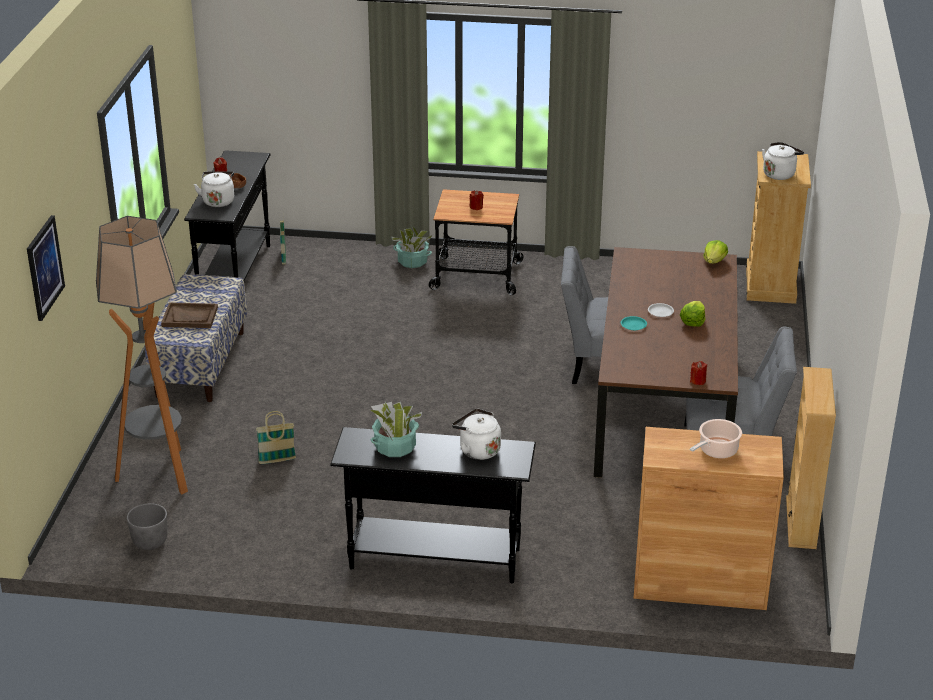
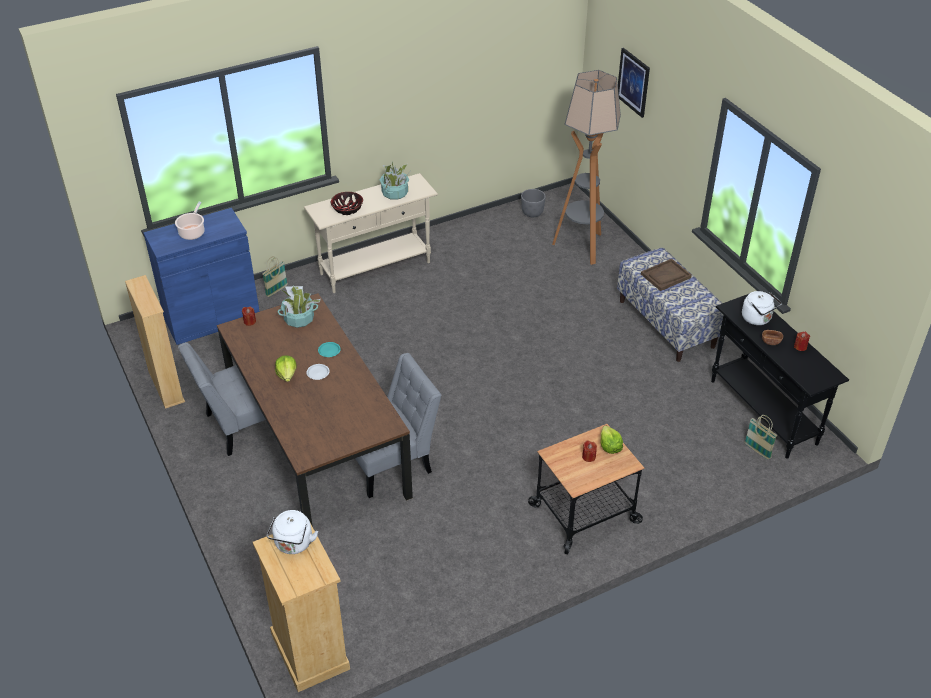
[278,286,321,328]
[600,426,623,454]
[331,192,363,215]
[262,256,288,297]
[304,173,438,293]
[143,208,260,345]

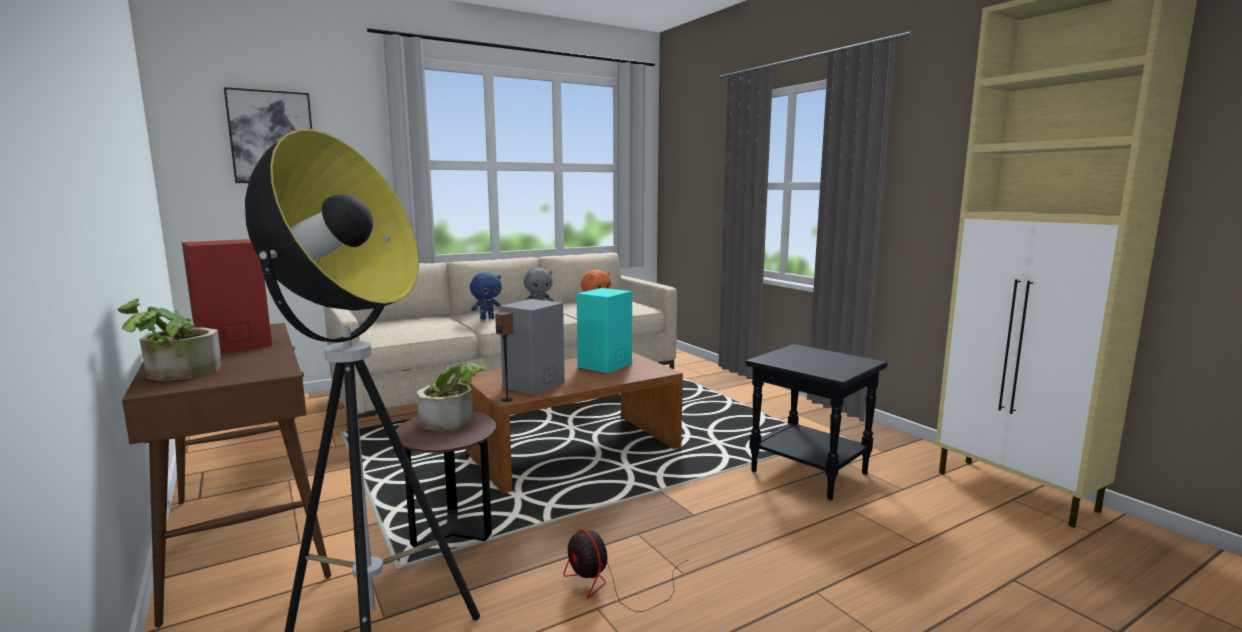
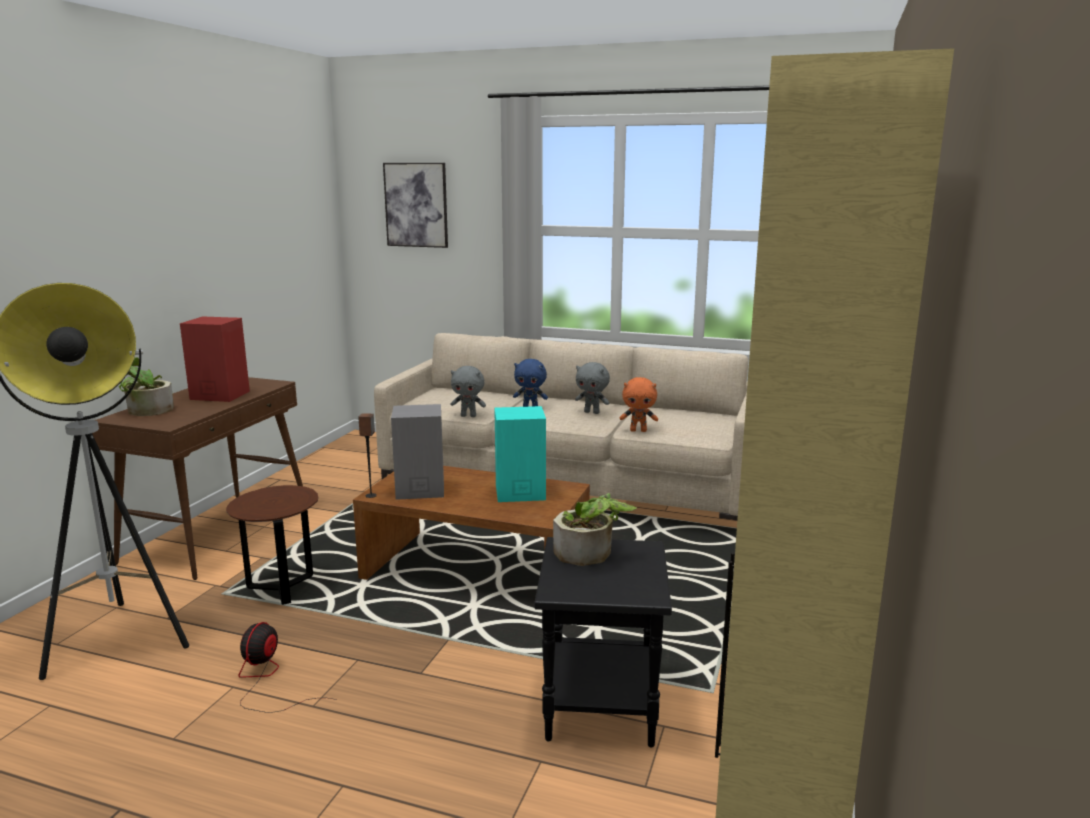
[553,493,637,566]
[451,366,486,417]

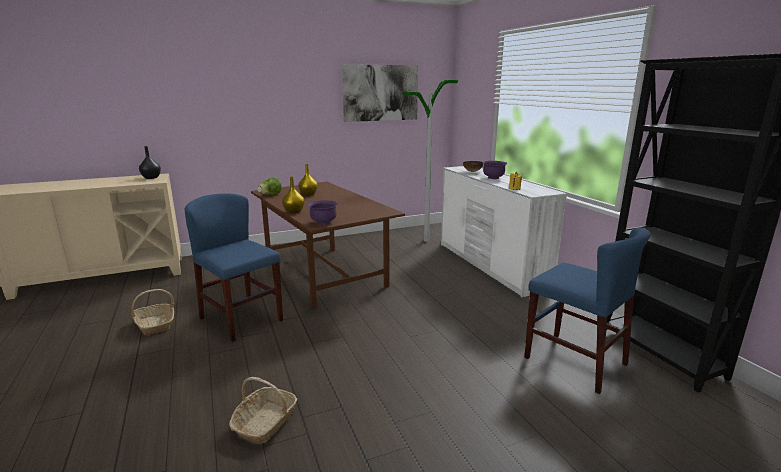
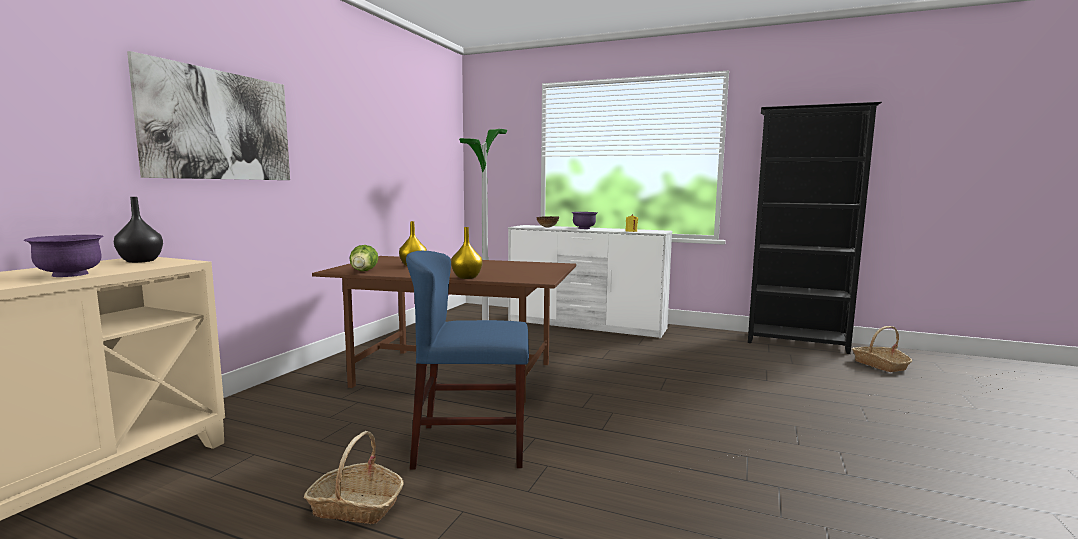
[127,51,290,180]
[24,235,104,277]
[524,228,651,394] (first image)
[852,326,912,372]

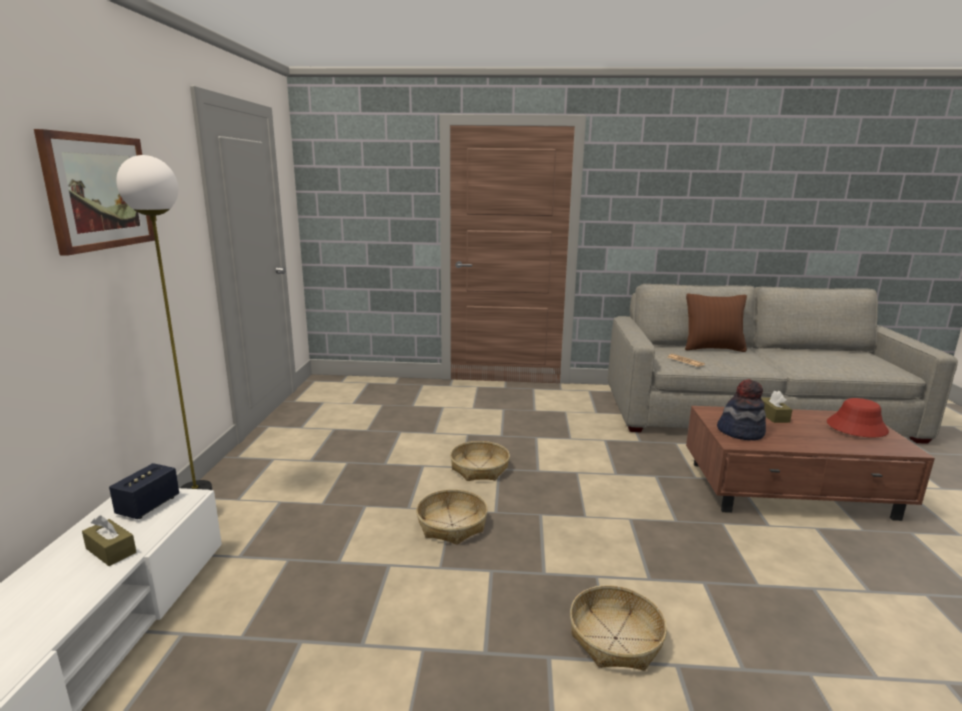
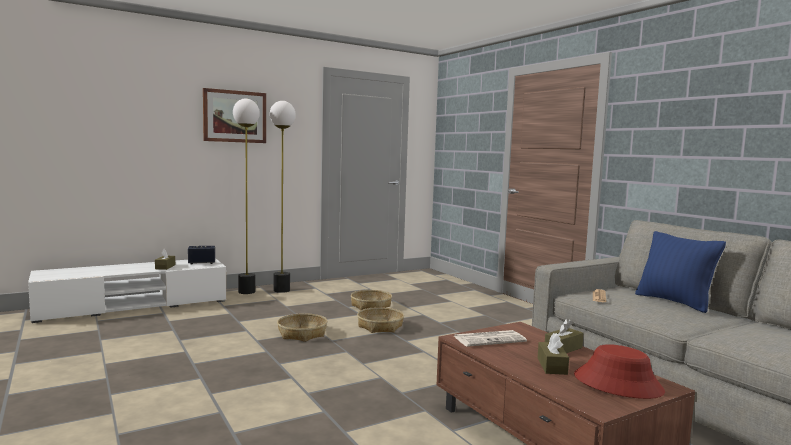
[635,231,726,313]
[454,330,527,347]
[351,290,392,310]
[270,101,296,293]
[538,333,569,375]

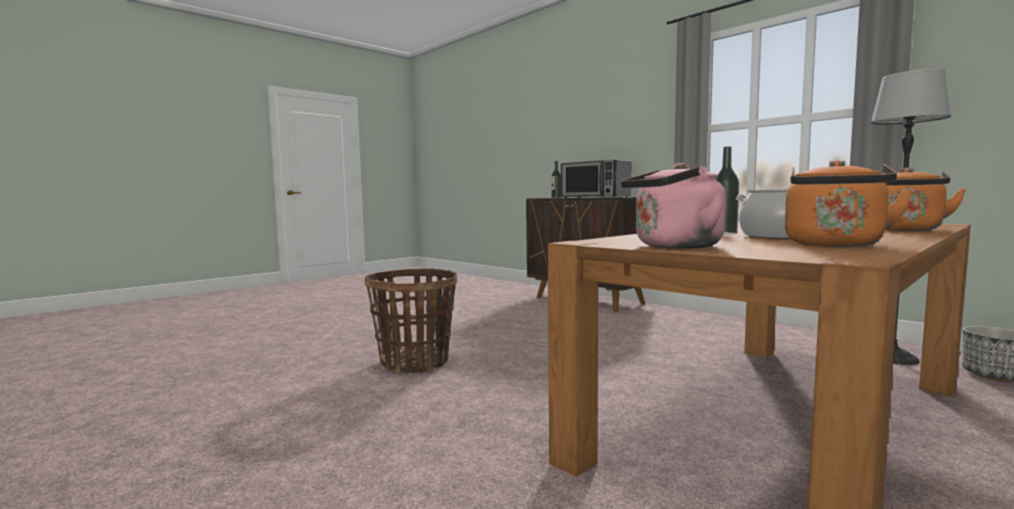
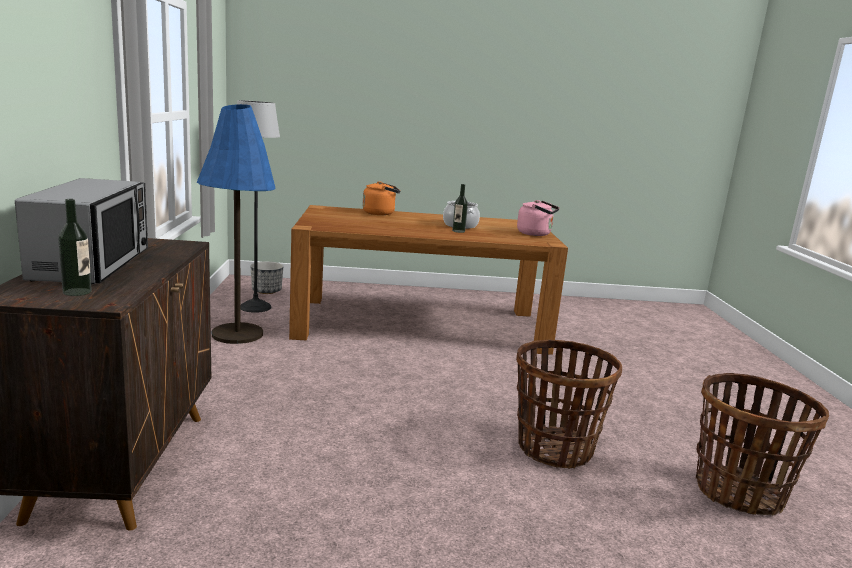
[785,160,914,247] (first image)
[197,104,276,344]
[696,373,829,516]

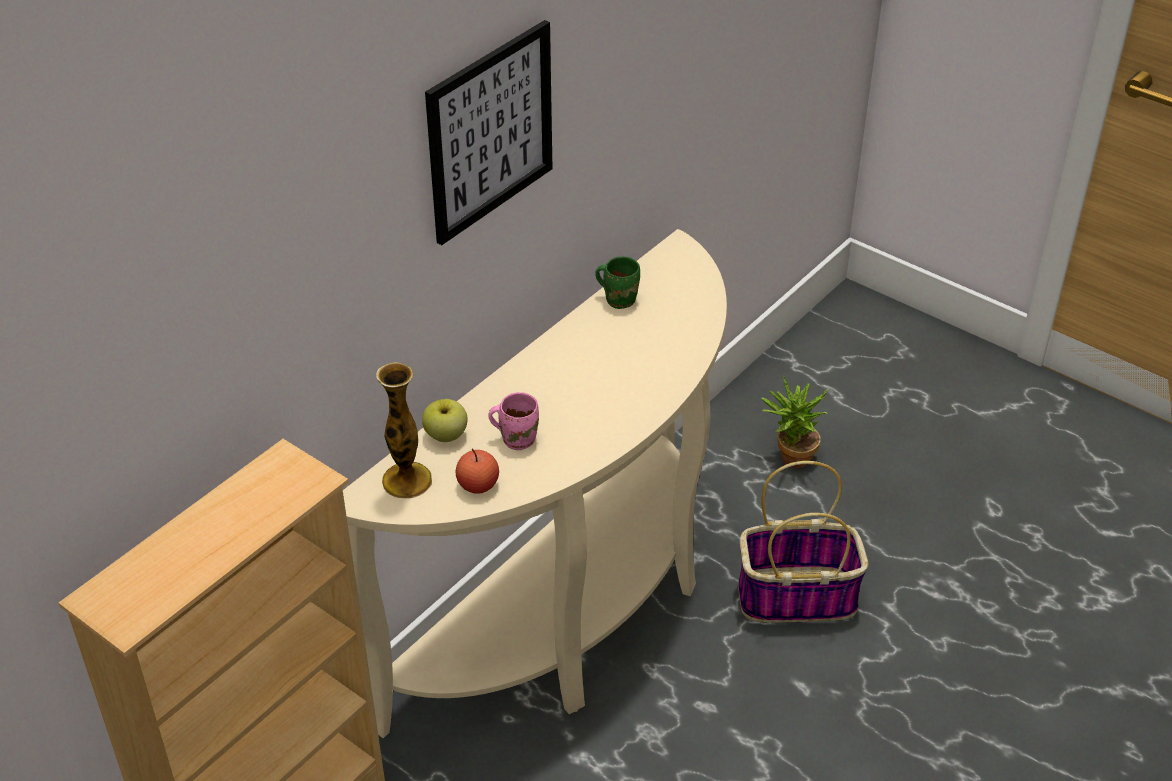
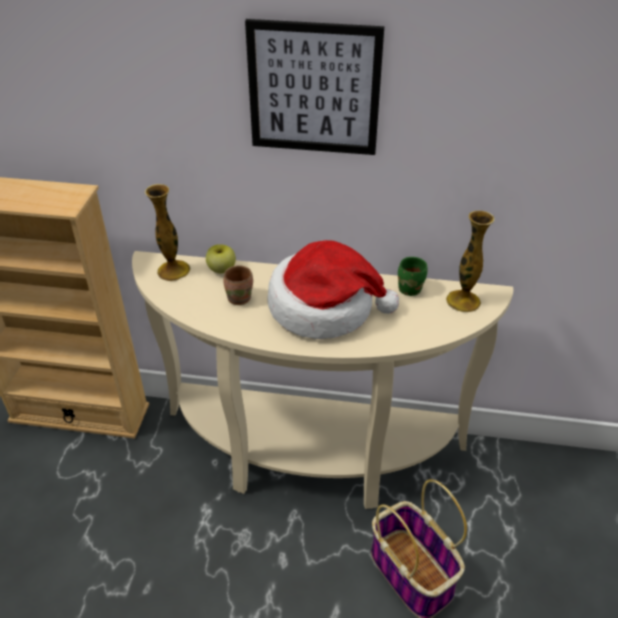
[761,376,829,468] (first image)
[224,265,253,305]
[456,448,499,494] (first image)
[446,211,495,312]
[267,240,399,339]

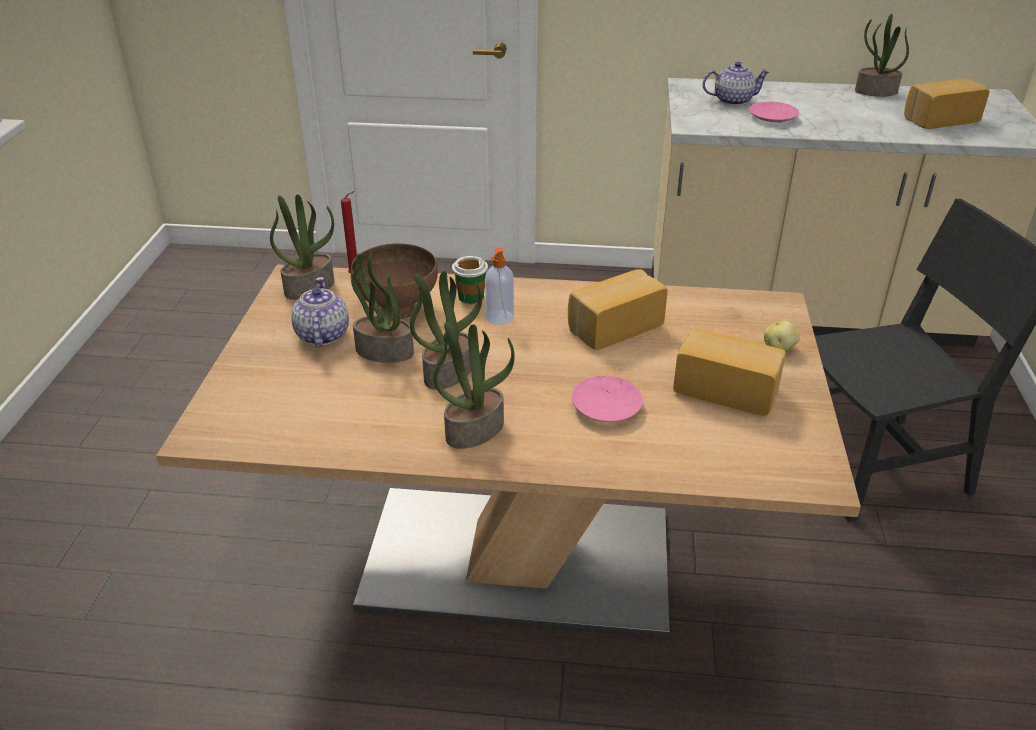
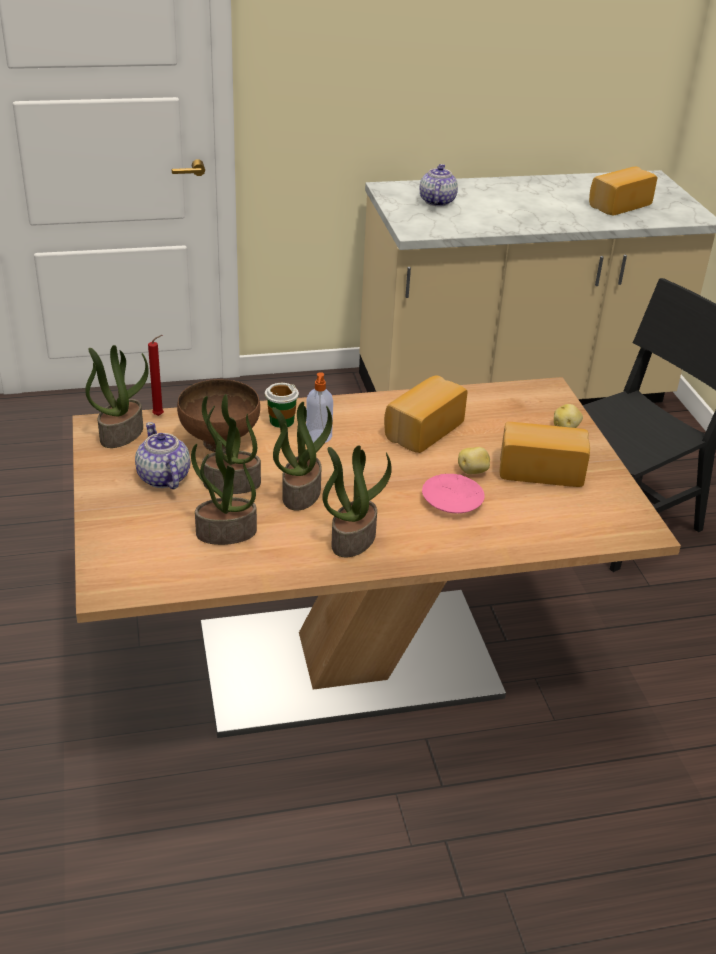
[191,441,257,545]
[420,164,458,207]
[749,102,799,123] (first image)
[458,447,490,474]

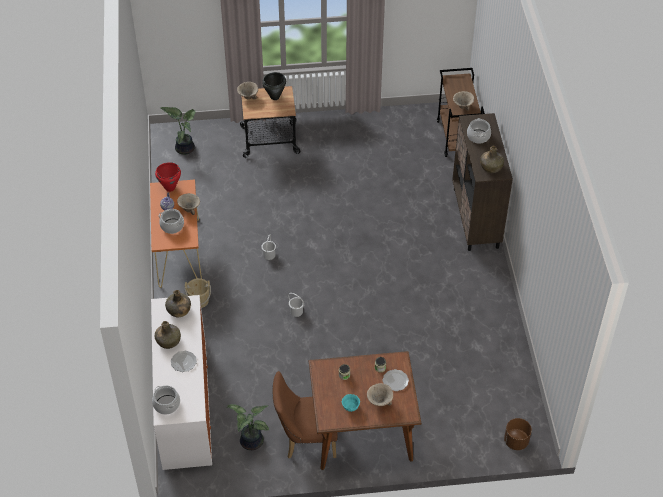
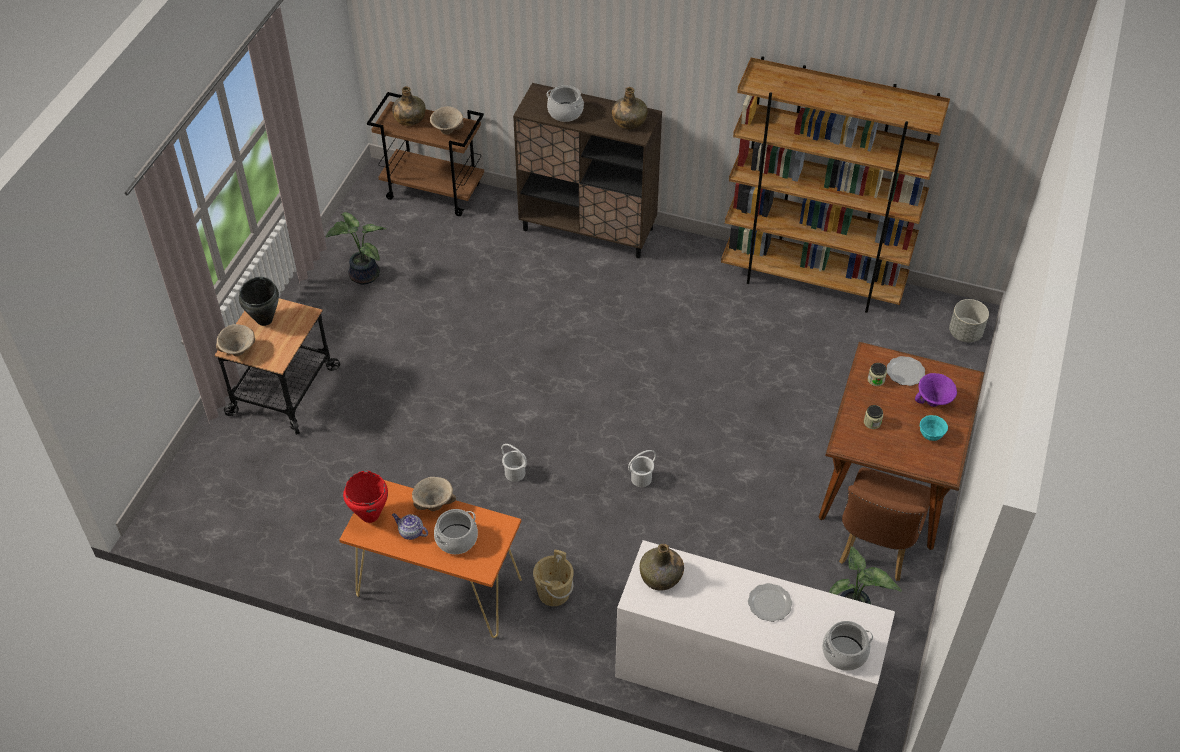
[326,212,387,285]
[392,86,425,126]
[915,373,957,407]
[949,299,989,342]
[721,57,950,313]

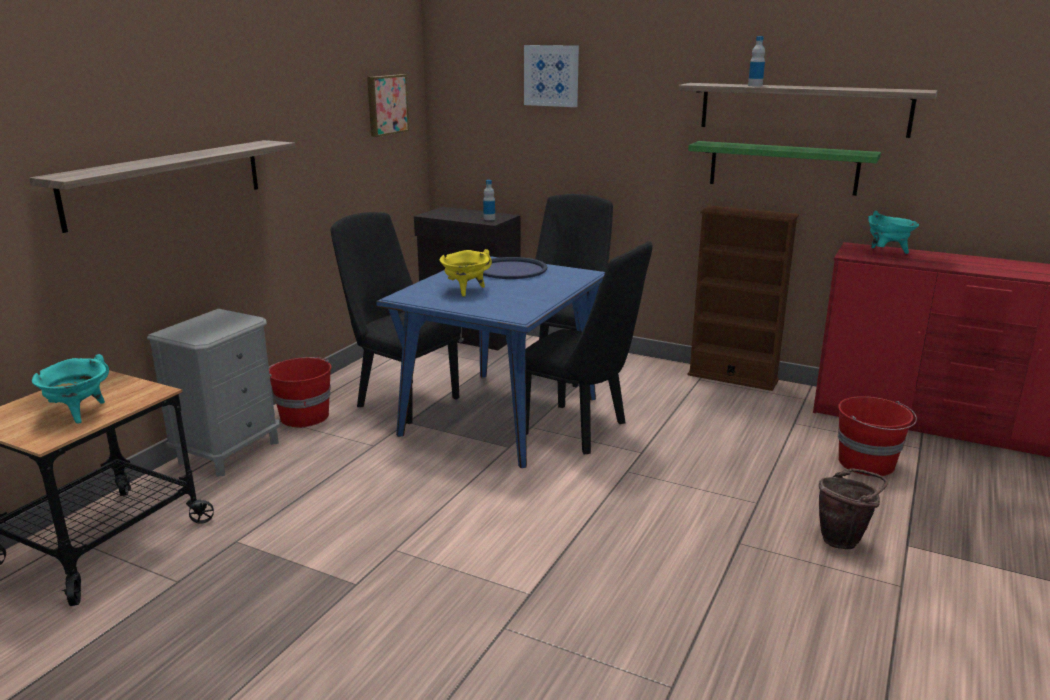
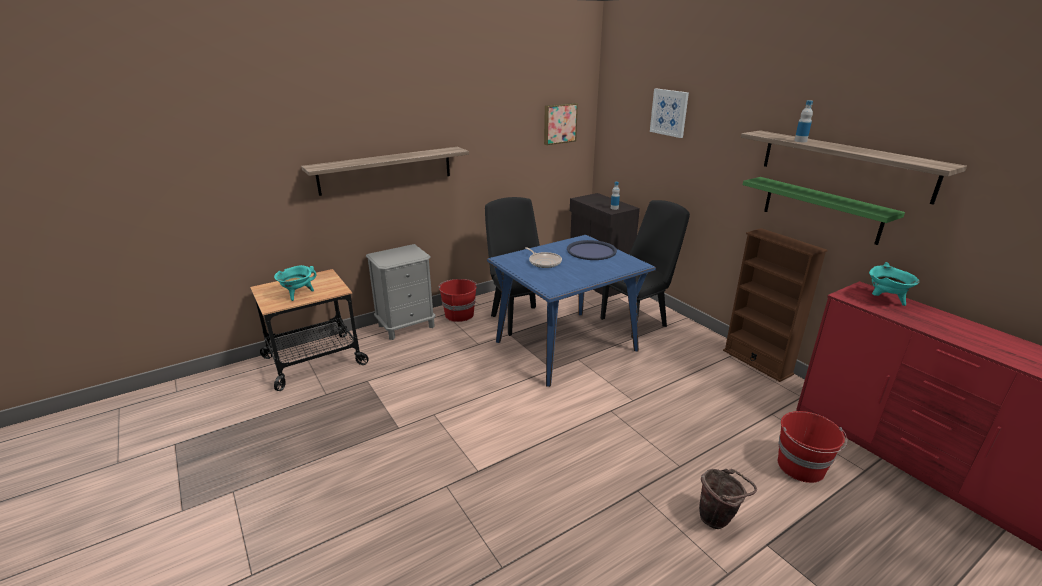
[526,241,653,455] (first image)
[525,247,562,268]

